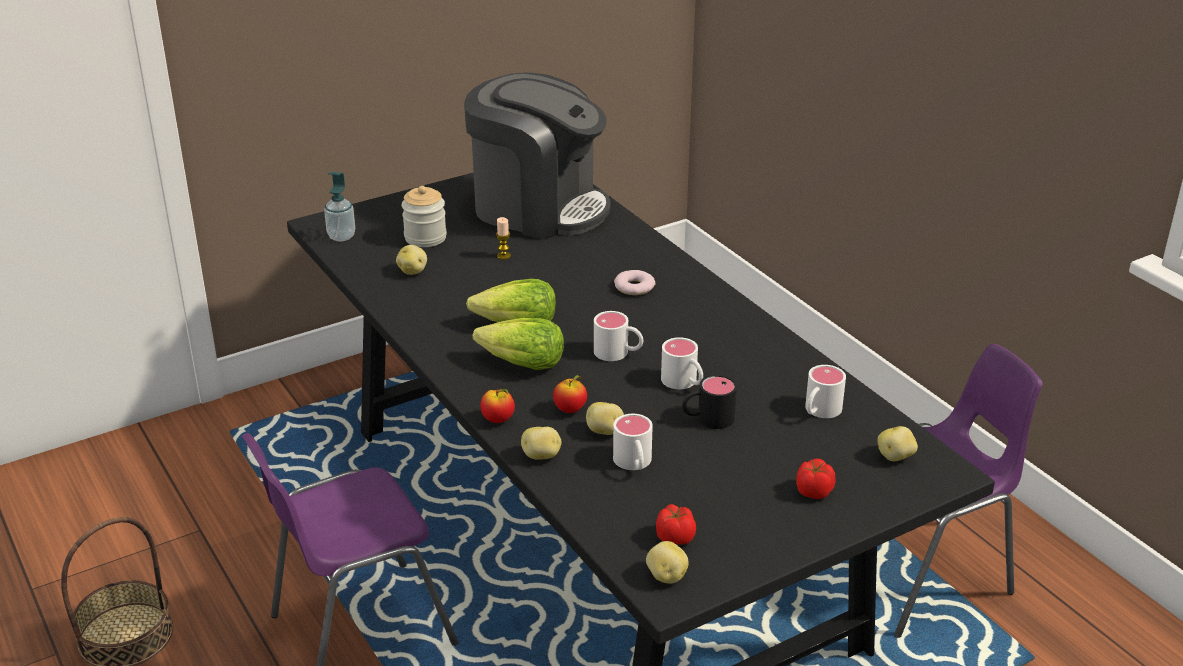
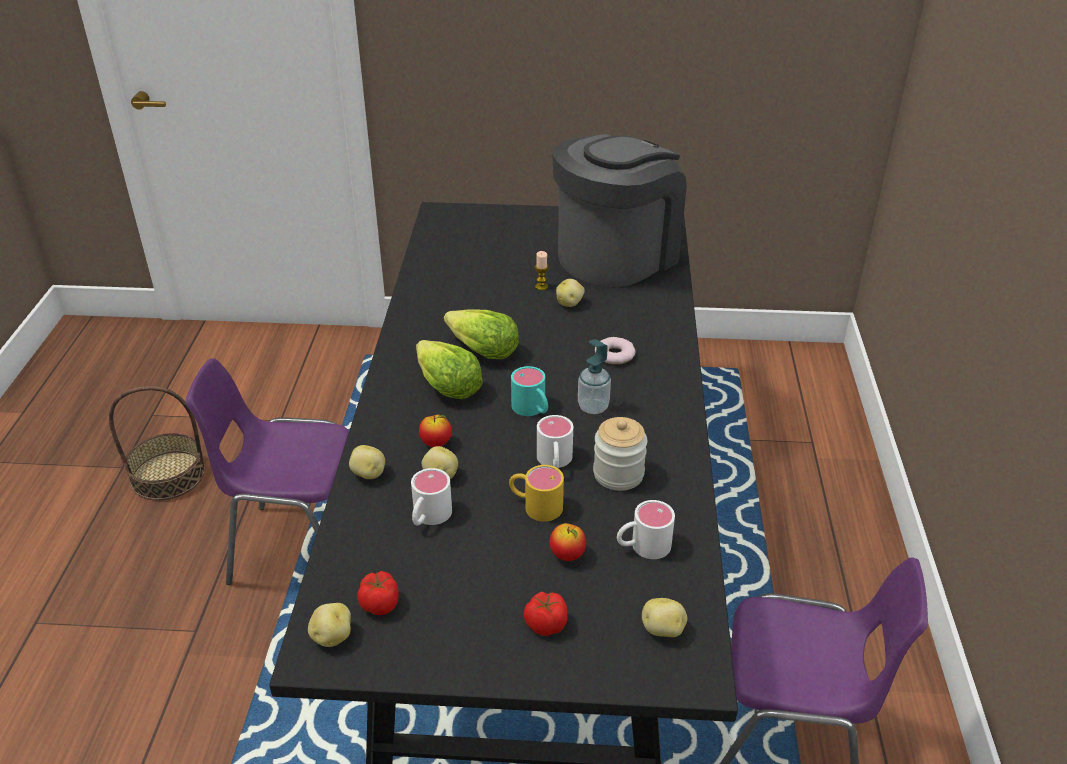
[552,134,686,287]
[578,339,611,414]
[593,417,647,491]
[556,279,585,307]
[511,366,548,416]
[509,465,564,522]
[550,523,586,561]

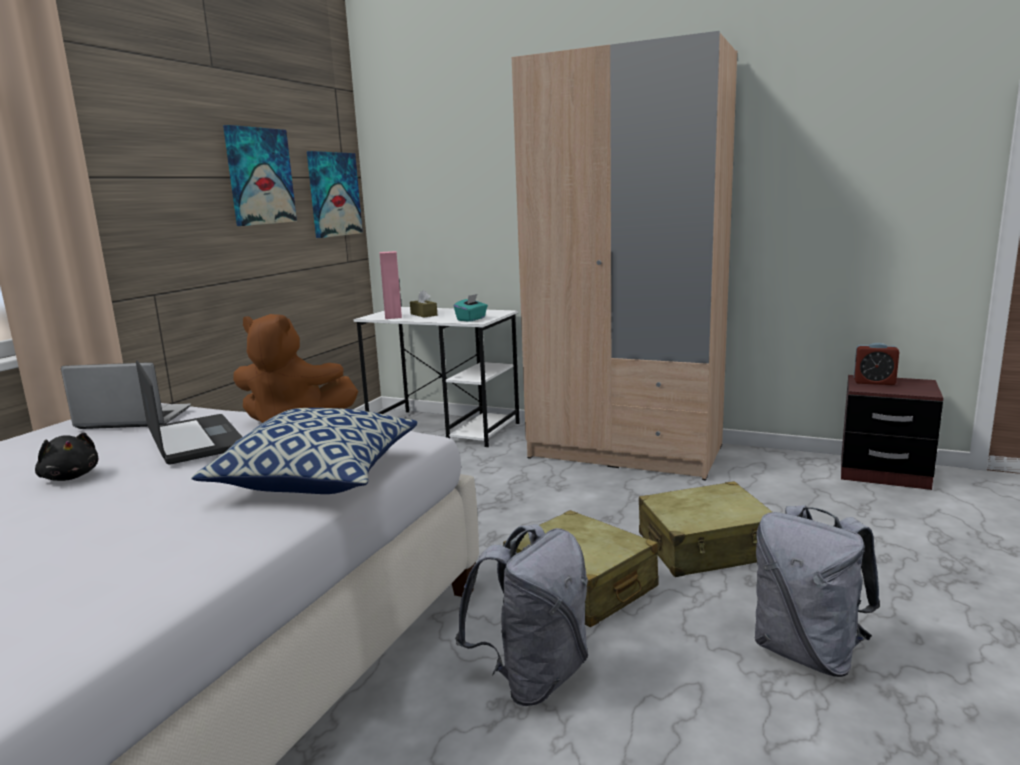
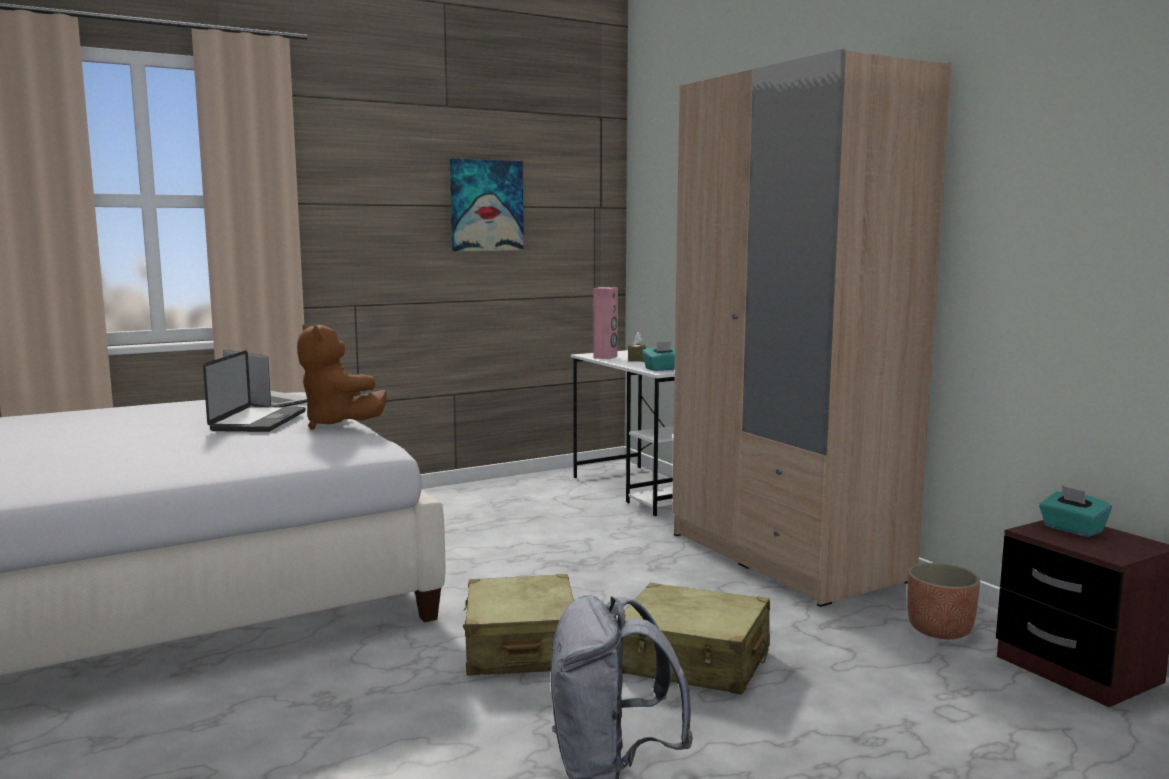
[307,151,363,238] (first image)
[1039,486,1112,537]
[192,408,418,494] (first image)
[35,432,98,481] (first image)
[455,524,588,706] (first image)
[907,563,980,639]

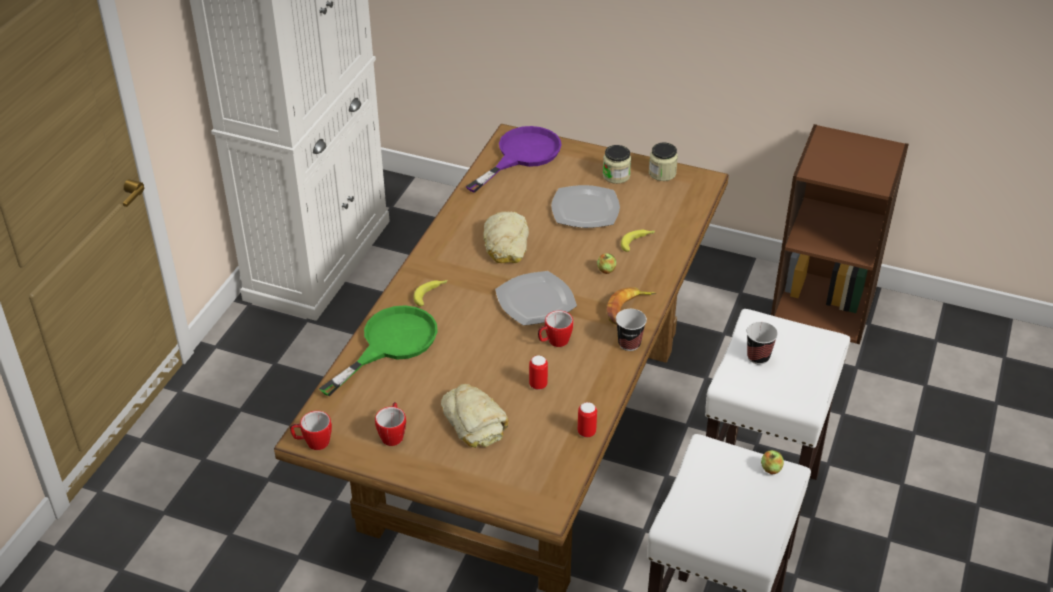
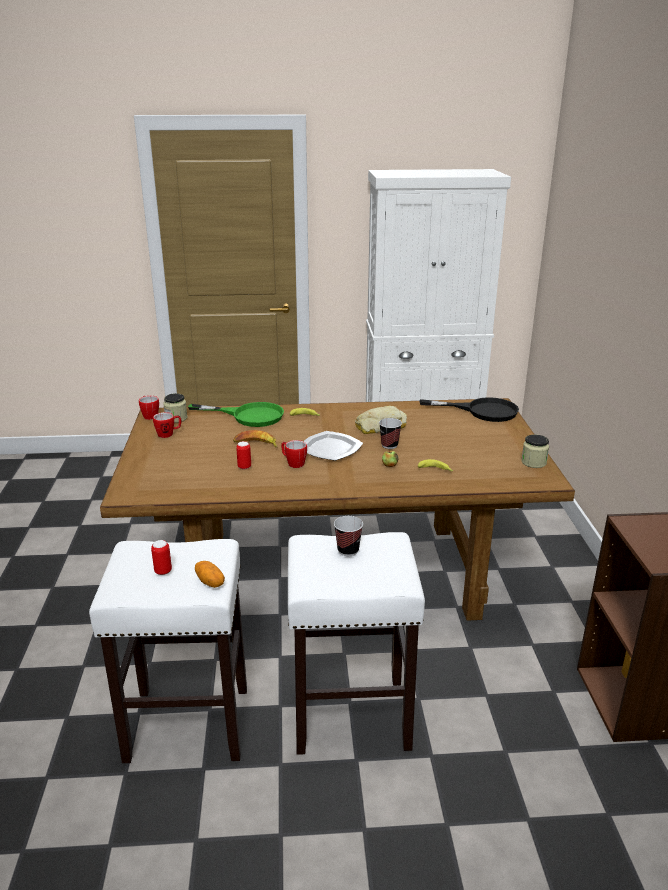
[419,397,519,422]
[163,393,187,423]
[551,185,620,228] (first image)
[233,430,277,448]
[379,418,402,449]
[441,384,509,448] (first image)
[151,540,172,575]
[195,561,225,588]

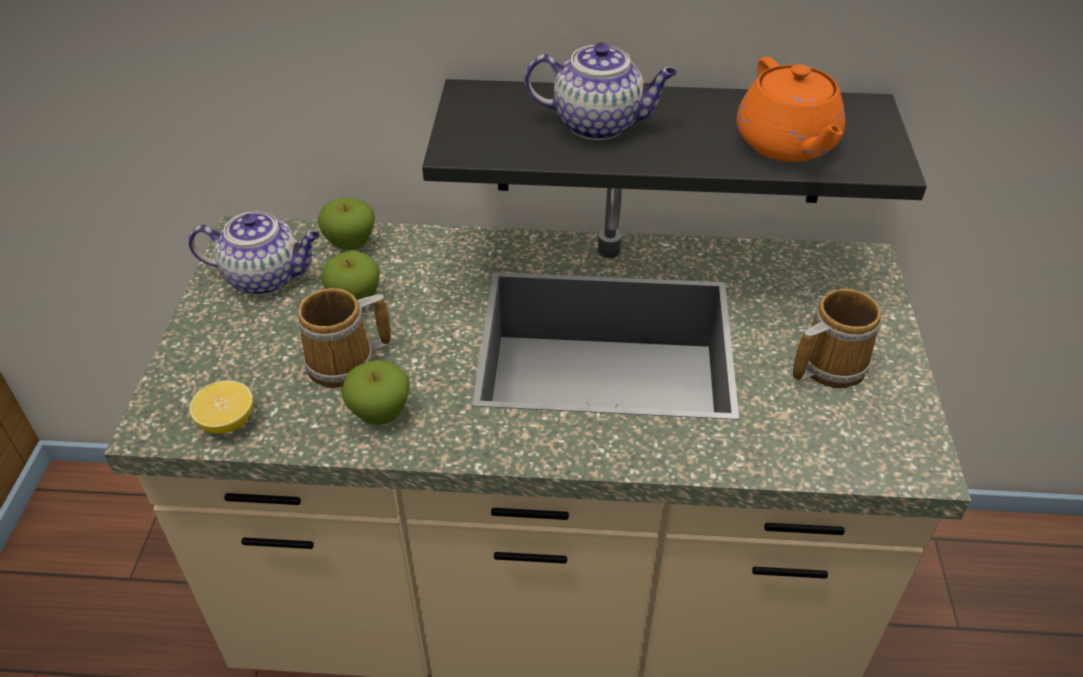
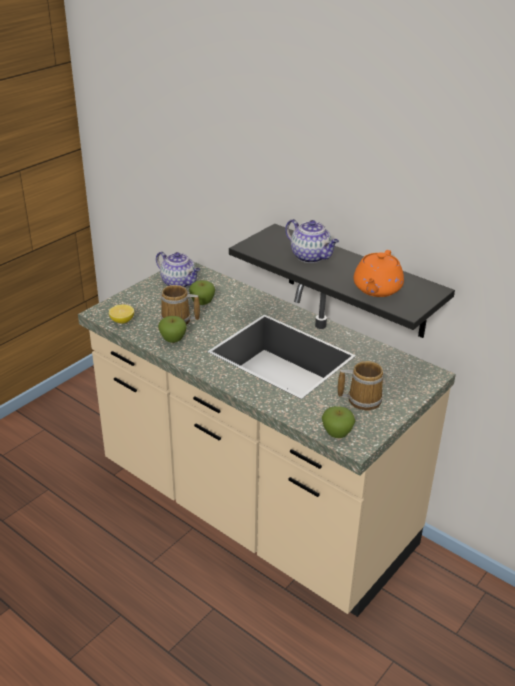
[322,406,355,438]

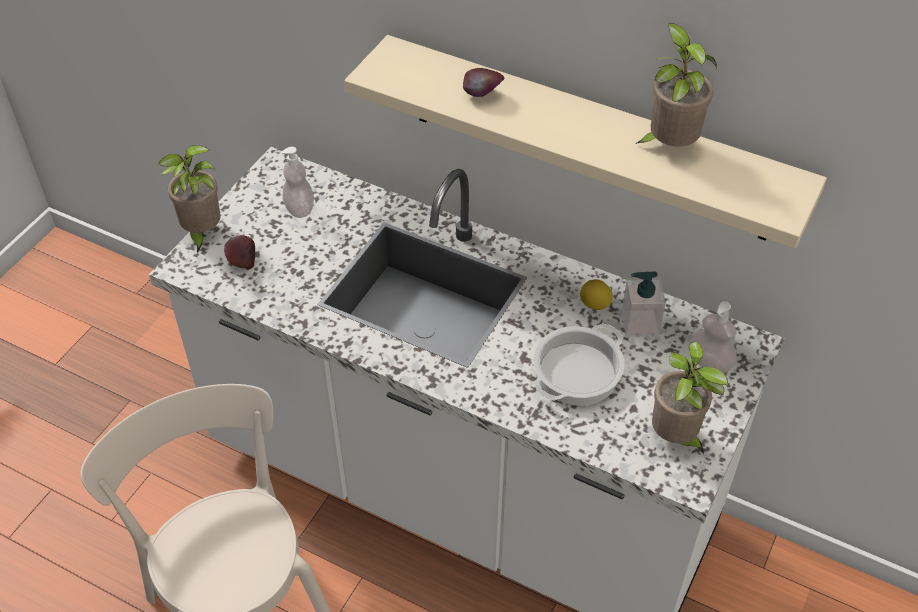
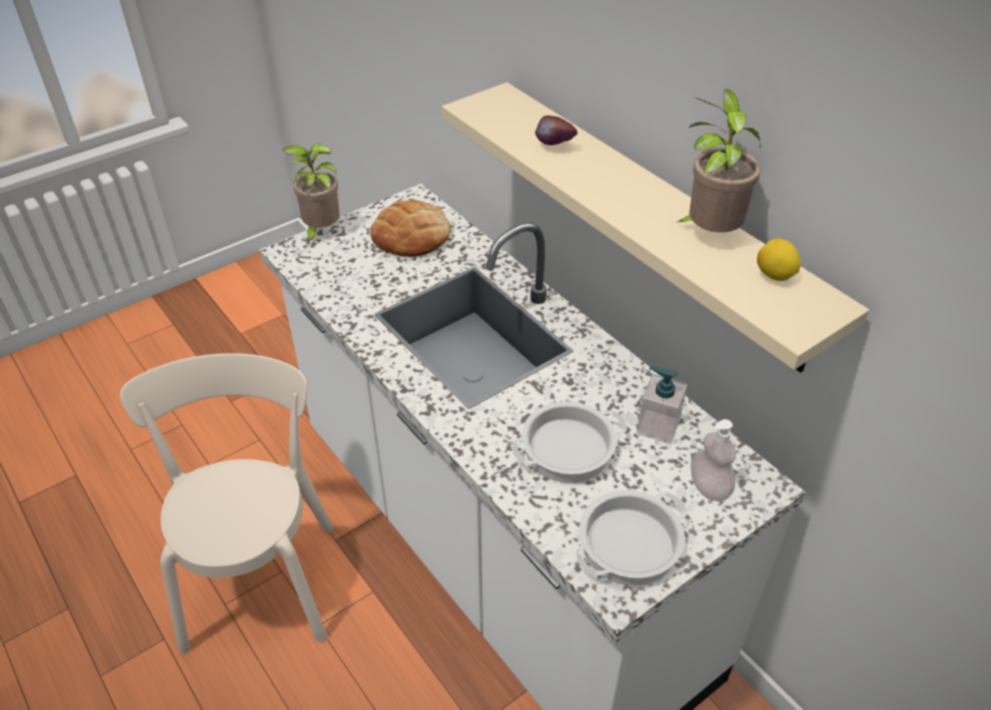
[370,200,451,257]
[224,235,255,269] (first image)
[757,239,801,281]
[576,490,688,586]

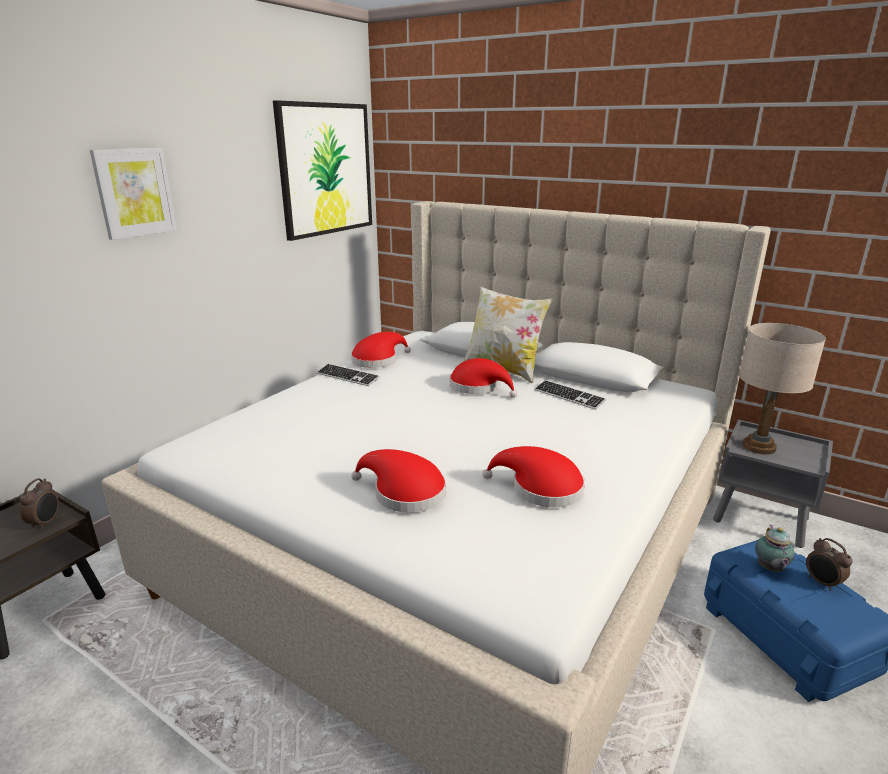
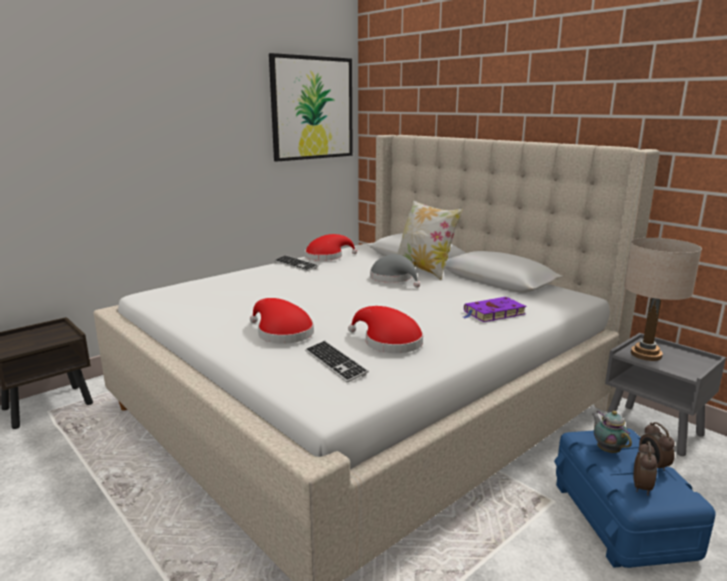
[90,148,177,240] (first image)
[370,254,420,288]
[305,341,369,383]
[633,441,657,496]
[592,411,632,453]
[463,297,526,322]

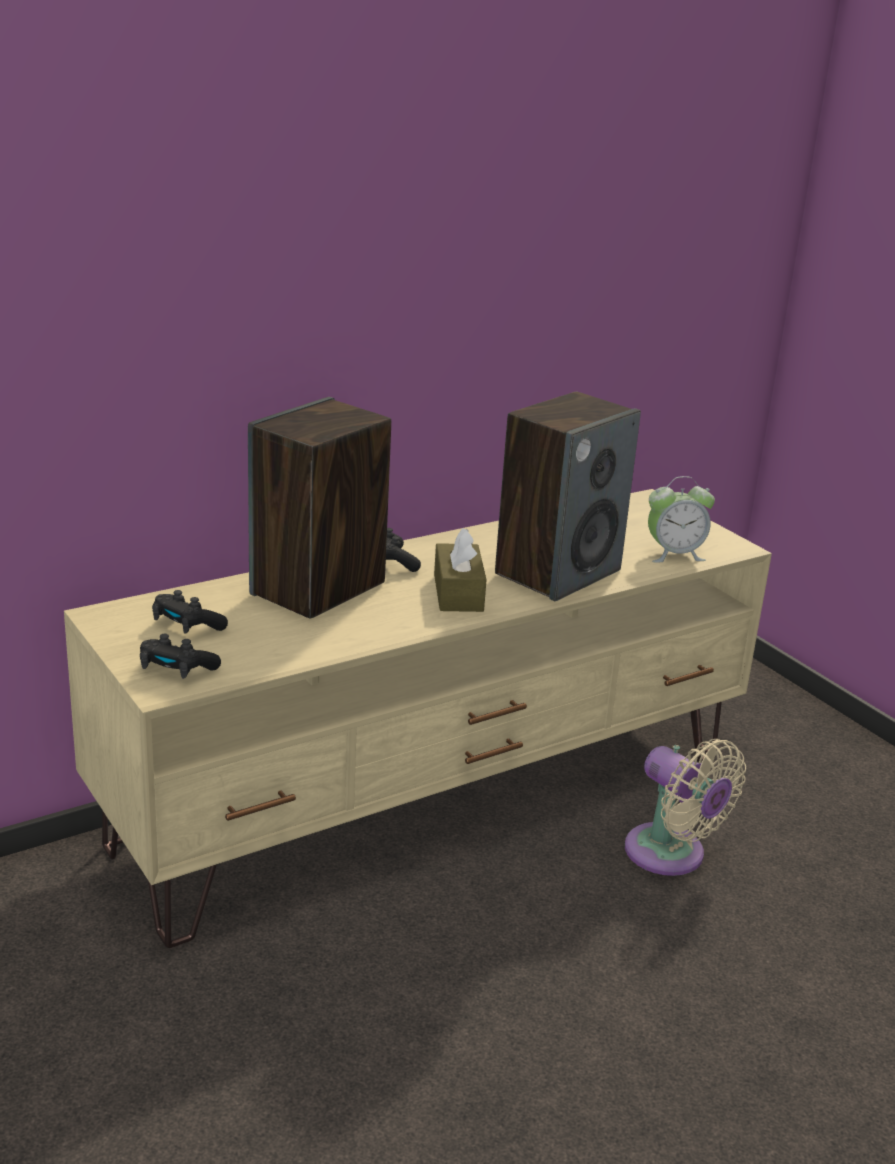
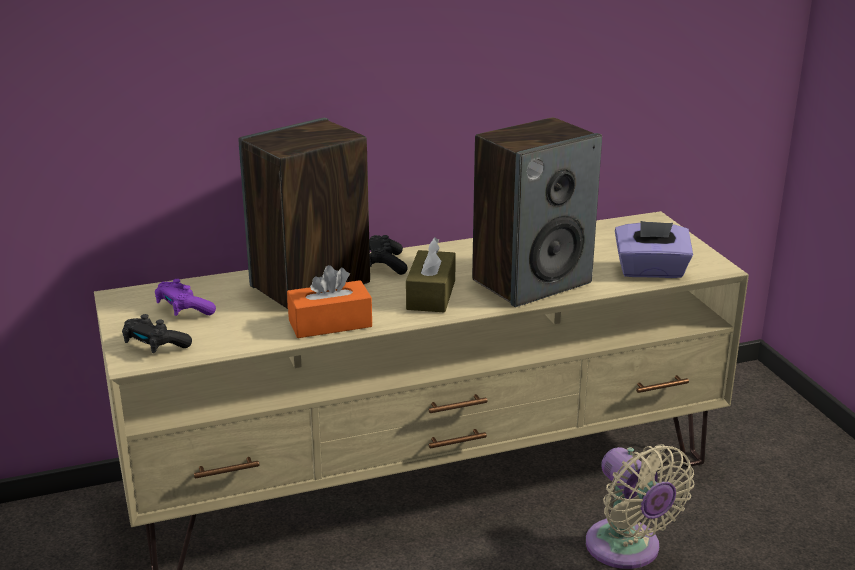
[615,221,693,278]
[155,279,216,316]
[287,265,372,338]

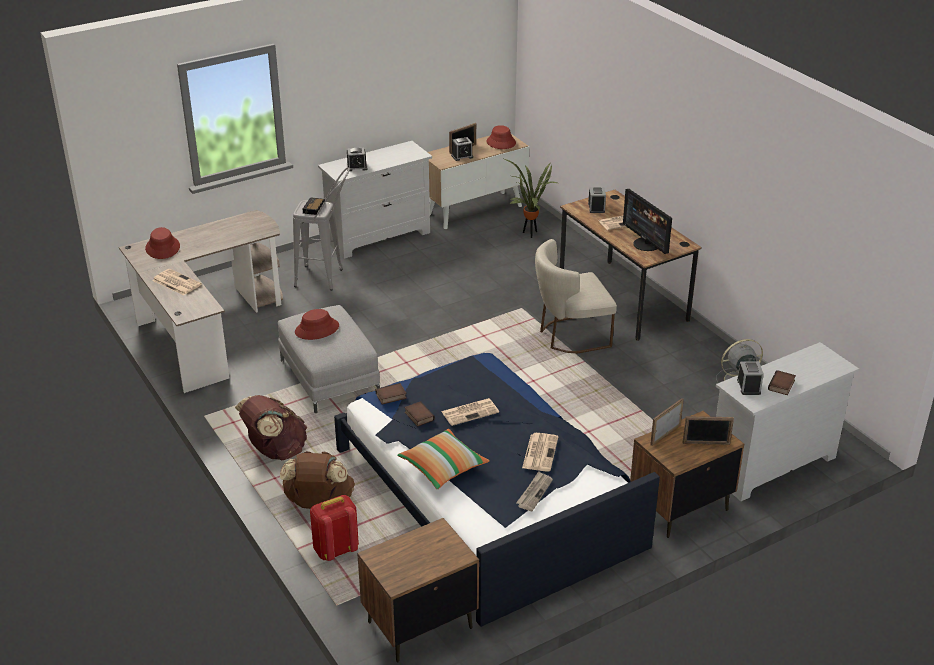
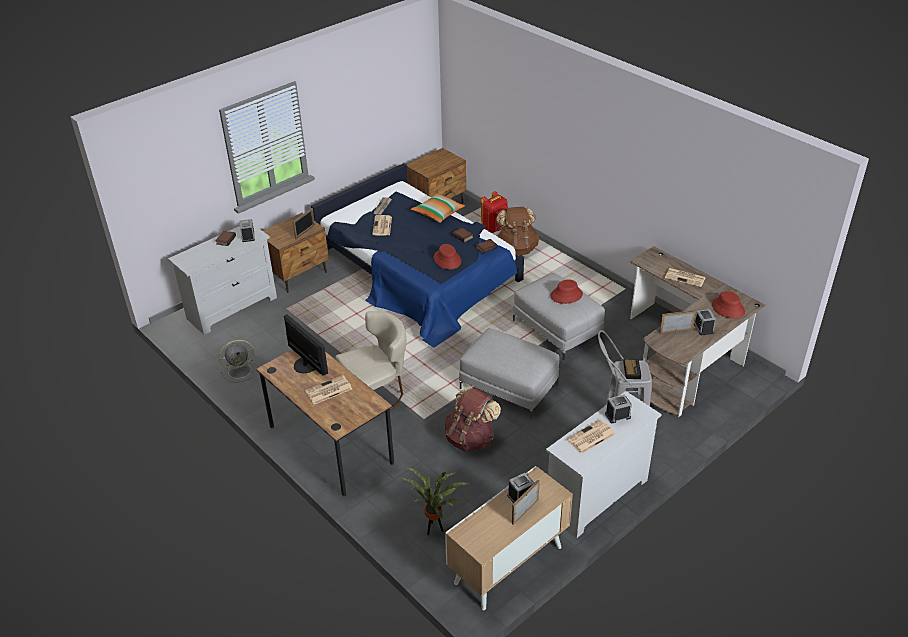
[434,244,461,270]
[694,309,716,335]
[445,387,501,451]
[566,419,616,454]
[659,310,696,334]
[459,328,559,419]

